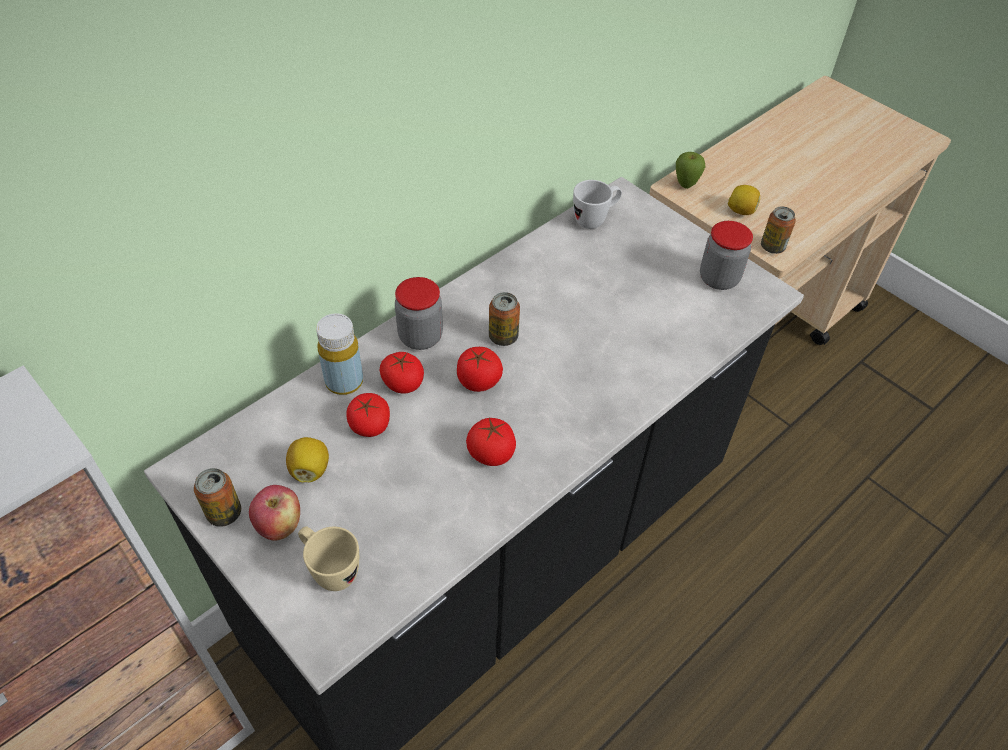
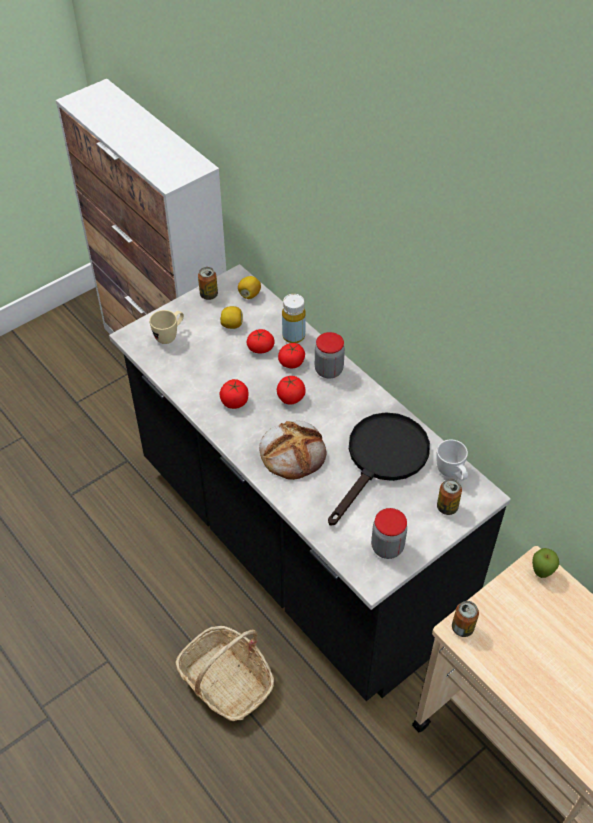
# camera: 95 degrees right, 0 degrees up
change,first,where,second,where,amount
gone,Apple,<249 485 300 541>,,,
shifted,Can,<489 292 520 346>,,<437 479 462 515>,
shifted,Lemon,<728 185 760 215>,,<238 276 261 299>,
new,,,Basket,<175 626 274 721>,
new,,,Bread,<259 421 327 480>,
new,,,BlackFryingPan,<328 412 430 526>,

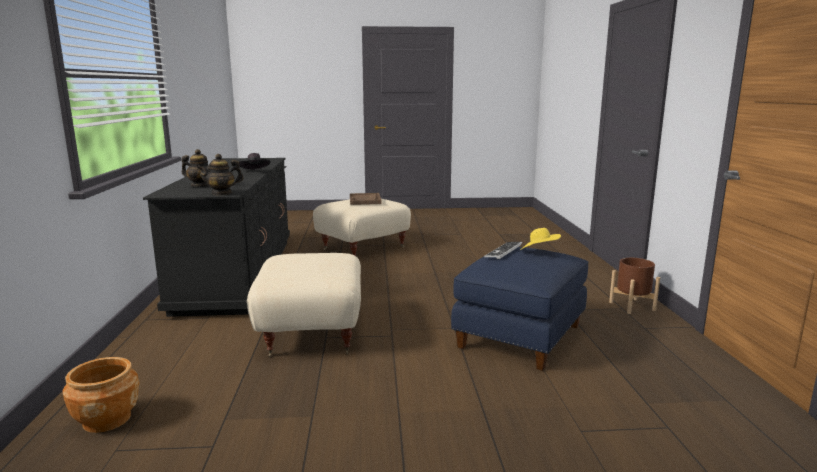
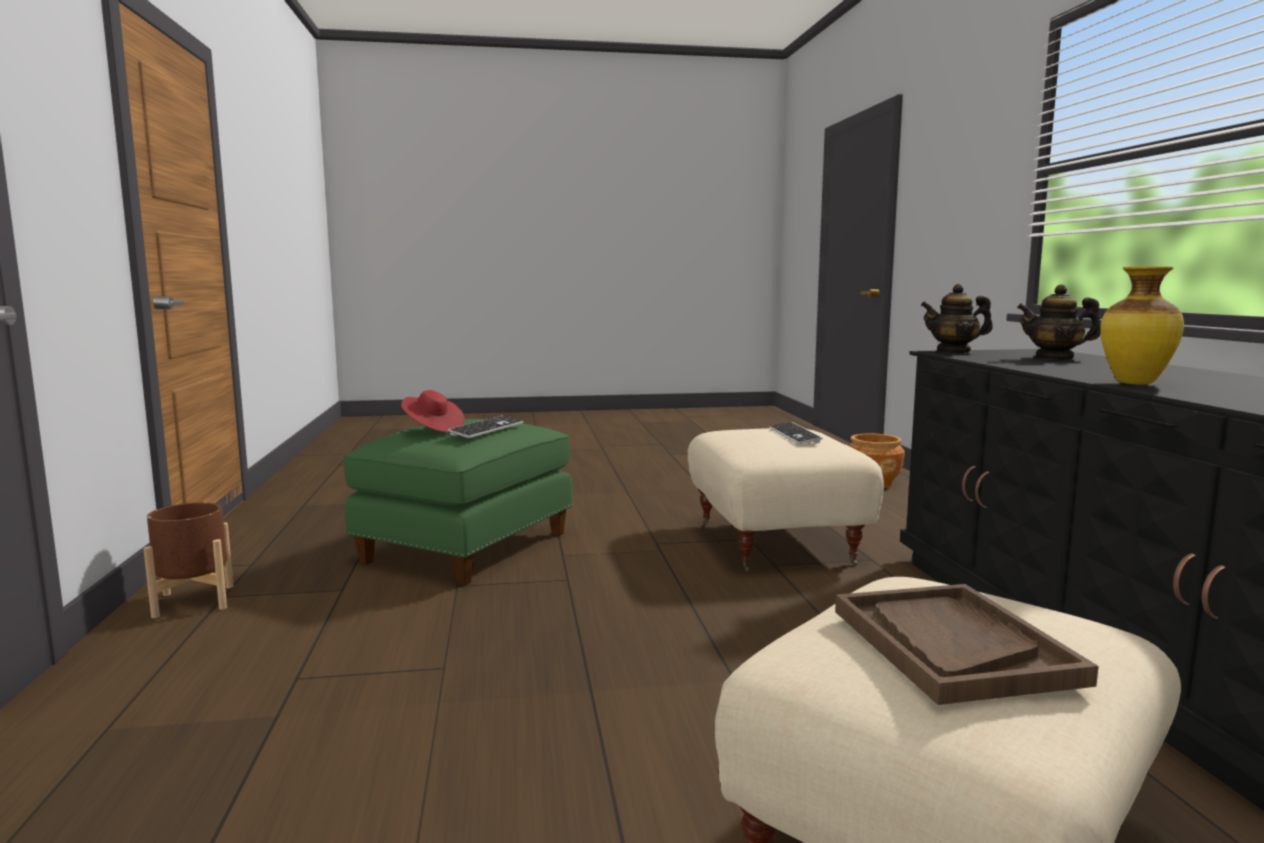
# camera: 175 degrees right, 5 degrees down
change,first,where,second,where,amount
rotated,Teapot,<197 154 243 195>,,<921 284 993 353>,150 degrees counterclockwise
swapped,BlackHat,<238 153 270 170>,Vase,<1100 266 1184 385>,
repainted,BlueOttoman,<451 247 588 371>,GreenOttoman,<344 419 572 586>,
repainted,YellowHat,<520 228 561 250>,RedHat,<401 390 465 433>,
new,,,Keyboard,<769 422 823 444>,

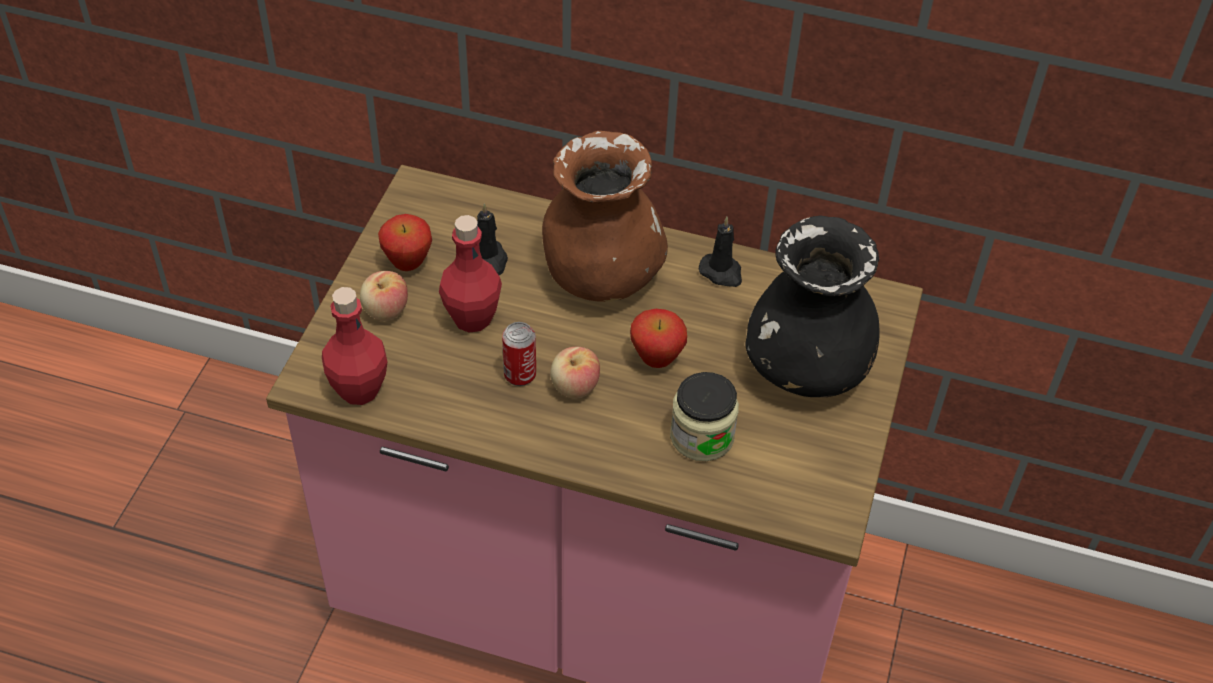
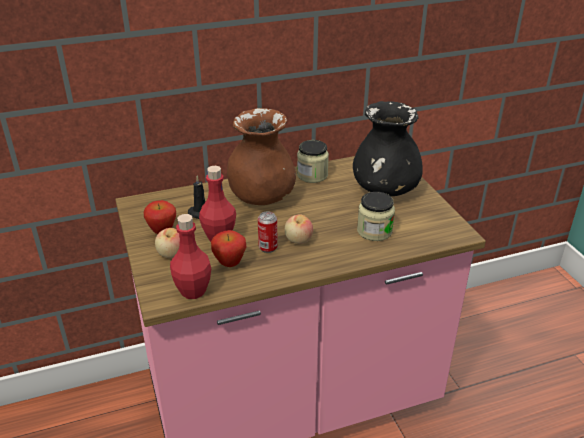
# camera: 35 degrees left, 15 degrees down
change,first,where,second,where,amount
shifted,Apple,<630 309 687 368>,,<211 230 246 267>,
swapped,BlackCandle,<699 217 742 287>,Jar,<297 140 329 183>,

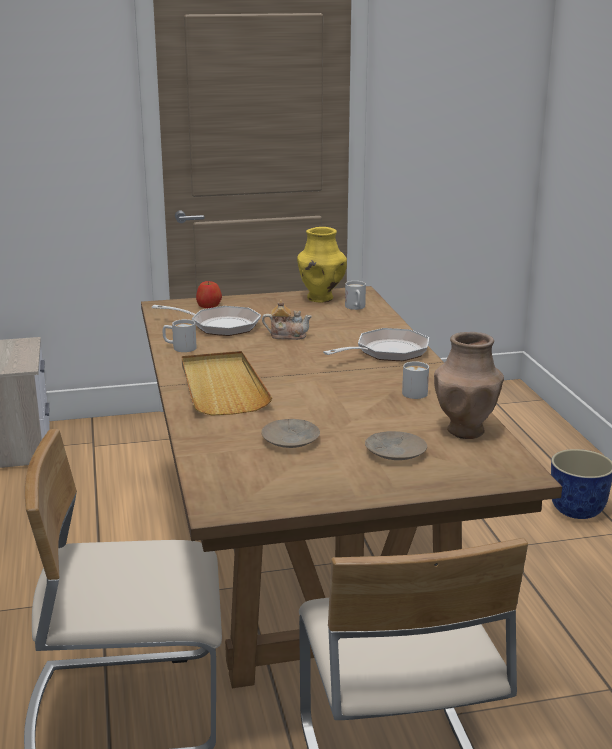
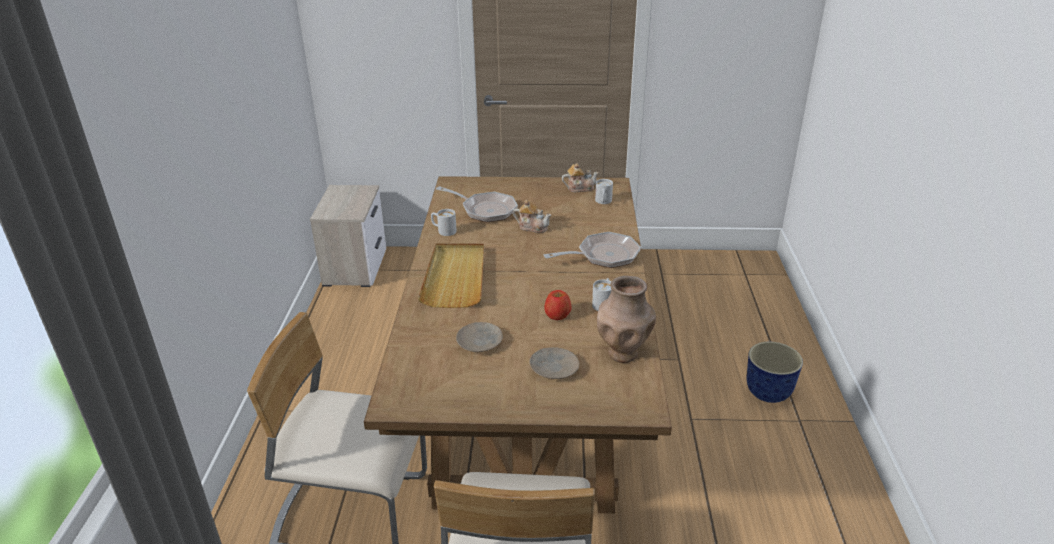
# camera: 15 degrees right, 10 degrees up
change,first,where,second,where,amount
shifted,Apple,<196 281 222 308>,,<544 290 572 320>,
swapped,YellowVase,<297 227 347 302>,Teapot,<562 163 599 192>,

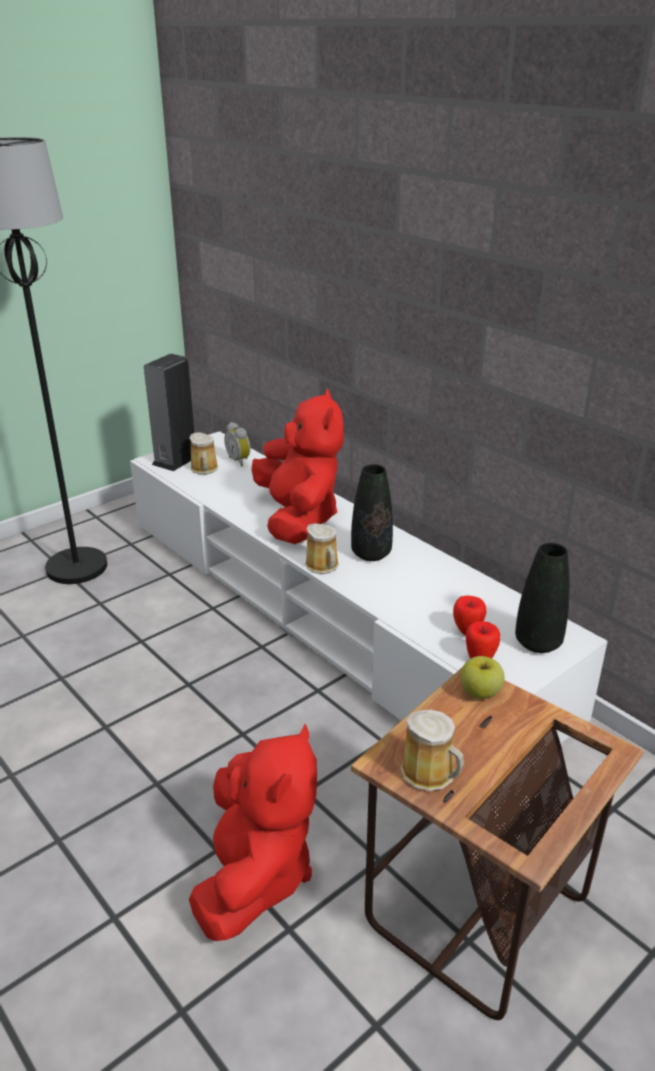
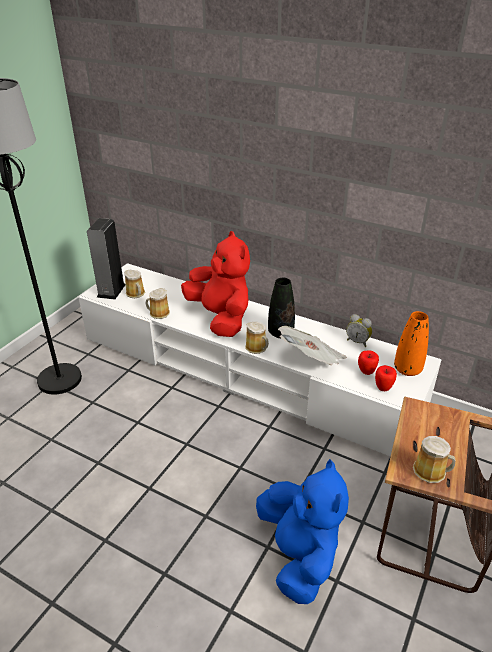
# camera: 20 degrees left, 5 degrees up
change,first,where,second,where,amount
repainted,RedPlushToy,<189 724 317 941>,BluePlushToy,<256 459 349 604>,
shifted,AlarmClock,<224 422 250 467>,,<346 314 372 347>,
gone,Apple,<461 656 505 699>,,,
repainted,BlackVase,<515 543 570 653>,OrangeVase,<394 311 429 376>,
new,,,Mug,<146 288 170 319>,
new,,,Newspaper,<278 326 347 366>,

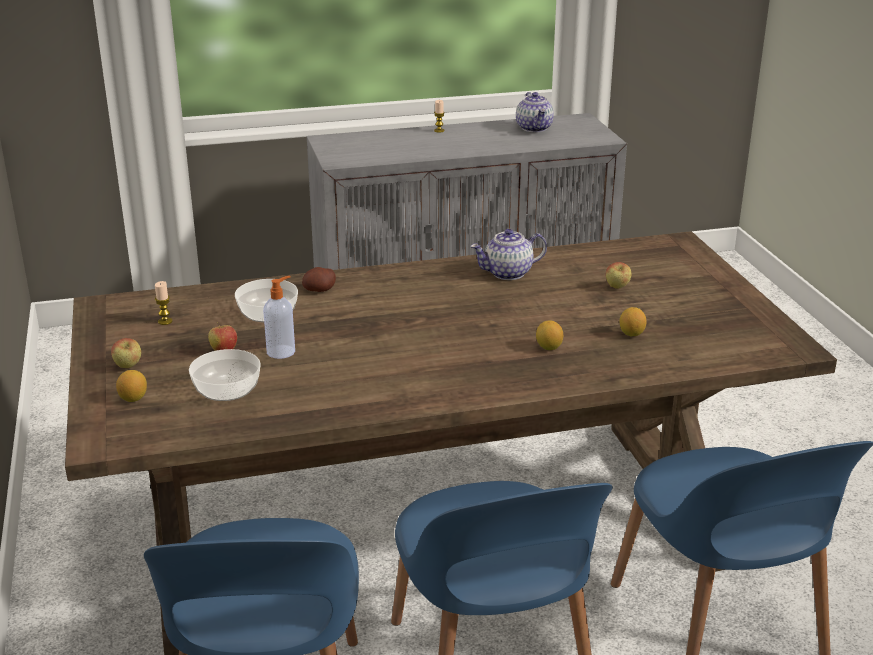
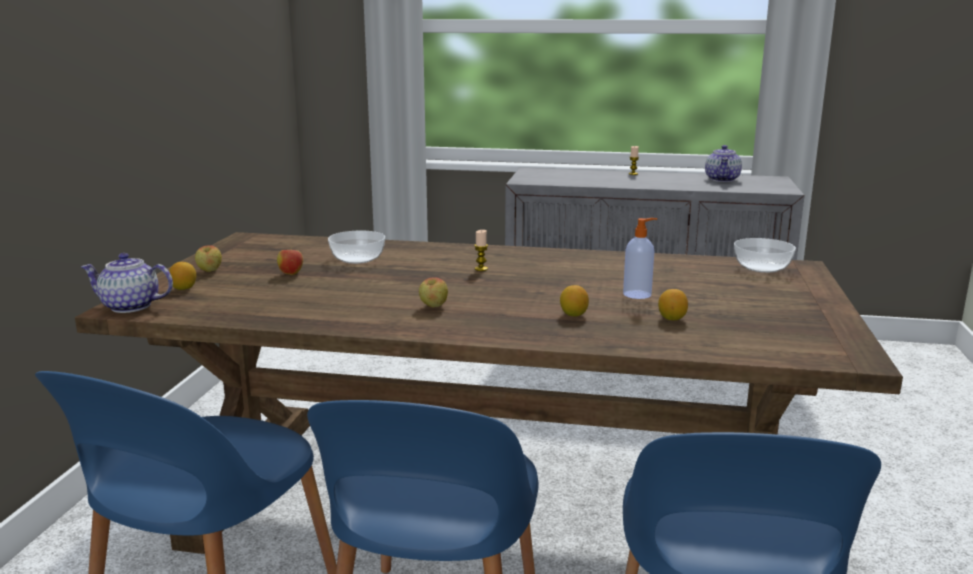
# camera: 25 degrees right, 10 degrees down
change,first,where,second,where,amount
shifted,Candle,<155 281 173 325>,,<474 230 488 271>,
shifted,Bowl,<189 349 261 401>,,<734 238 796 273>,
shifted,SoapDispenser,<263 276 295 359>,,<623 218 657 299>,
gone,Potato,<302 267 336 292>,,,
shifted,Teapot,<471 229 547 280>,,<81 253 173 313>,
shifted,Apple,<606 262 631 289>,,<419 277 448 308>,

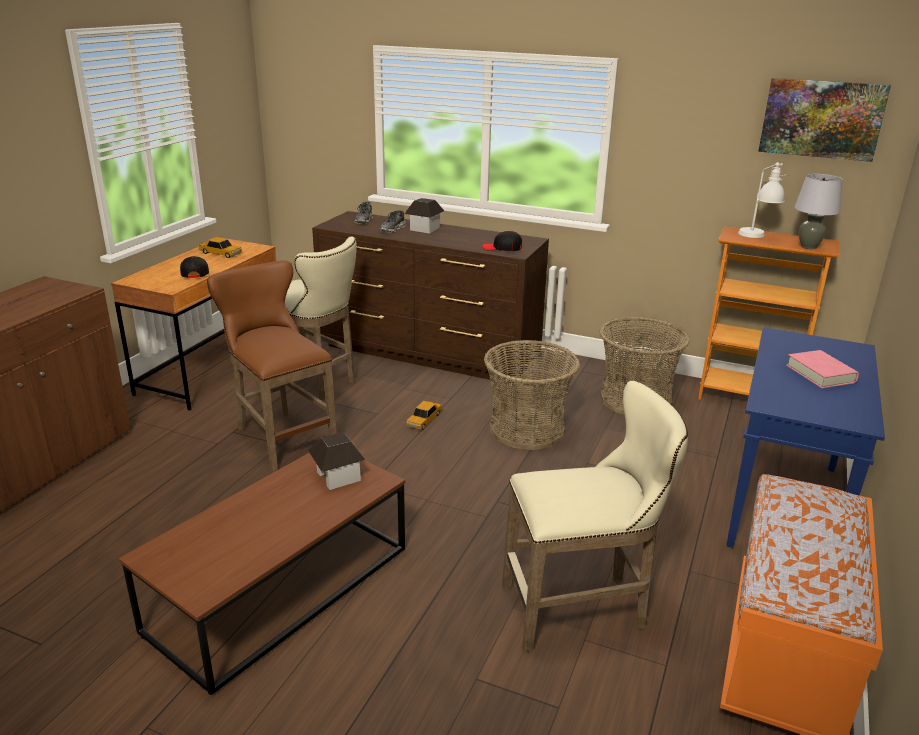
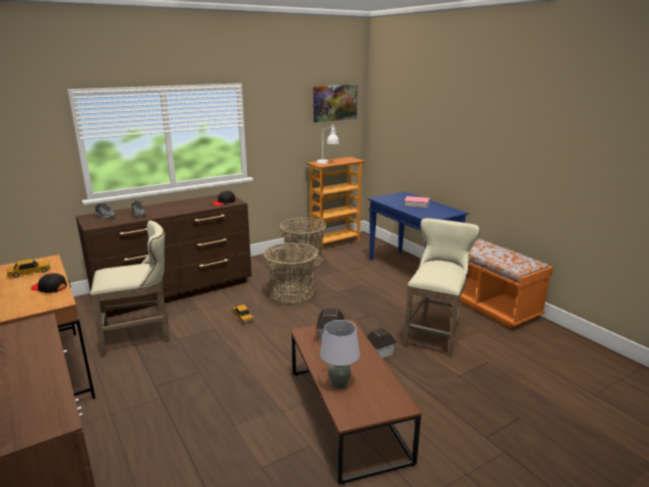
# camera: 55 degrees left, 5 degrees down
change,first,where,second,where,amount
gone,BrownStool,<207 261 337 472>,,,
shifted,ToyHouse,<404 198 444 234>,,<366 328 397 358>,
shifted,GreyTableLamp,<795 174 843 249>,,<320 320 360 389>,

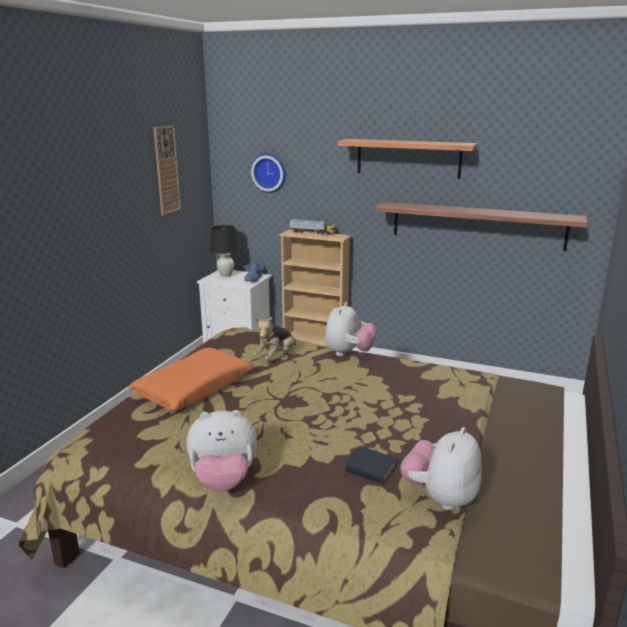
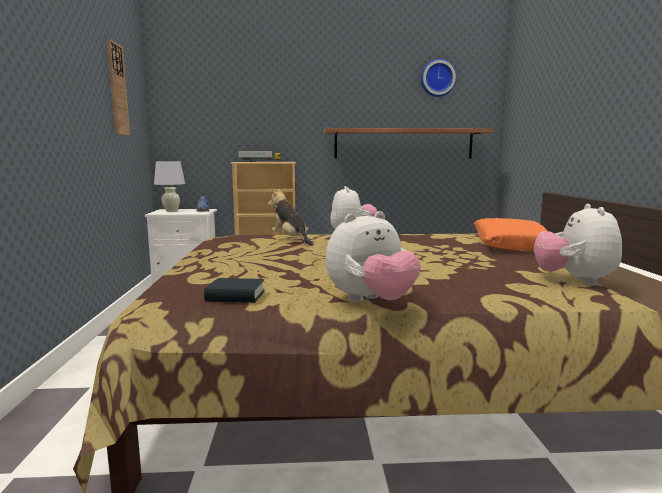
# camera: 25 degrees left, 10 degrees down
change,first,where,second,where,amount
shifted,OrangePillow,<128 348 252 411>,,<474 218 547 251>,
repainted,BlackTableLamp,<210 225 240 277>,WhiteTableLamp,<154 161 185 212>,
shifted,WallClock,<251 153 286 193>,,<421 59 456 97>,
rotated,PlushToy,<253 317 296 360>,,<268 188 314 246>,135 degrees clockwise
gone,Shelf,<338 139 477 179>,,,
shifted,Book,<345 446 397 484>,,<204 278 265 303>,

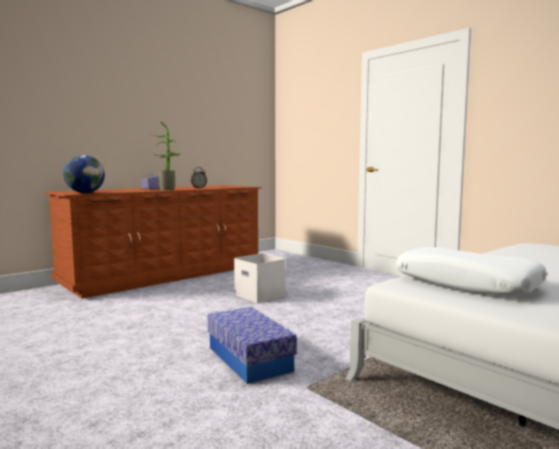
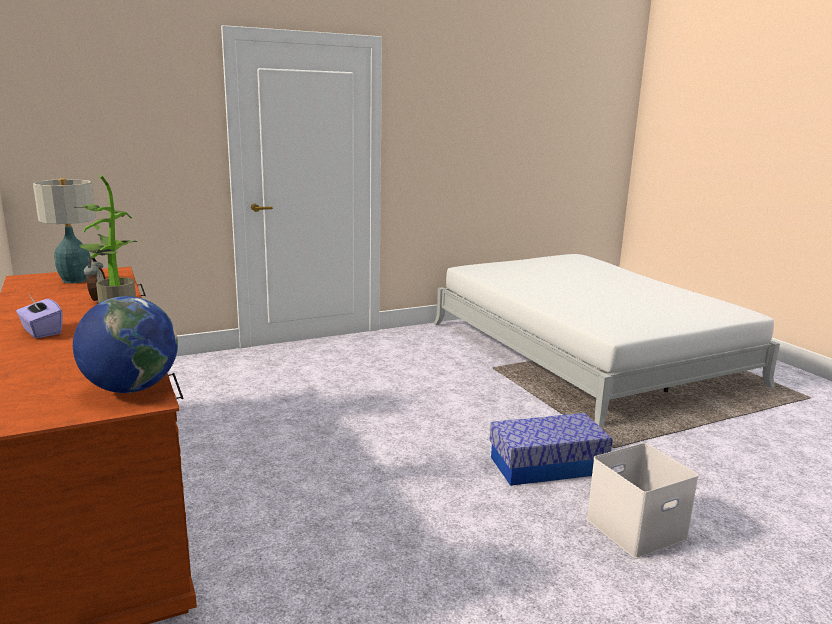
# camera: 75 degrees left, 10 degrees up
change,first,where,second,where,amount
shifted,WhiteStorageBox,<234 253 286 303>,,<586 443 699 559>,
gone,WhitePillow,<396 247 546 295>,,,
new,,,TableLamp,<33 178 96 283>,

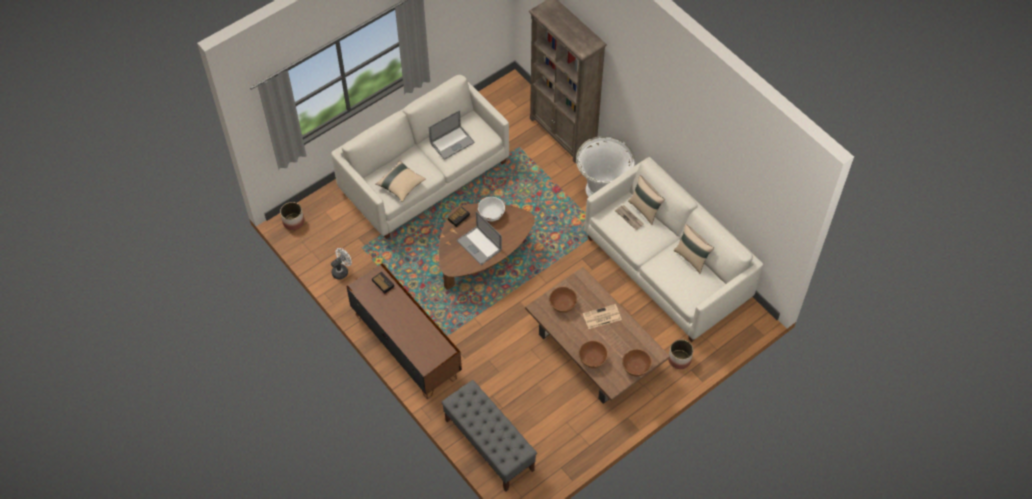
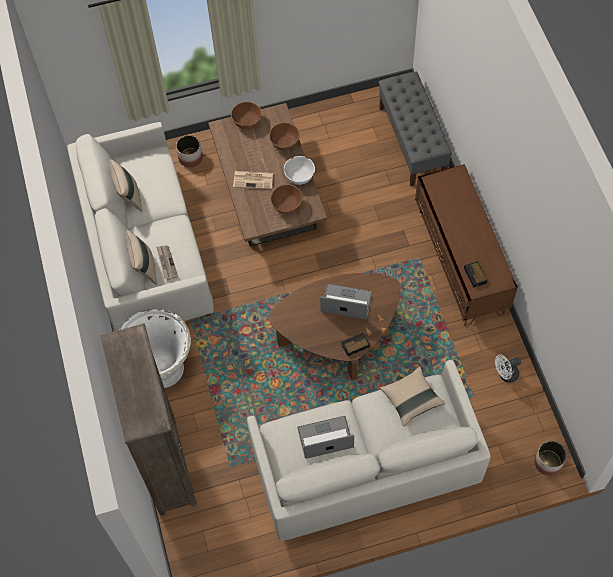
# camera: 155 degrees left, 5 degrees up
change,first,where,second,where,amount
rotated,Laptop,<457 211 502 265>,,<320 284 372 319>,60 degrees counterclockwise
shifted,WhiteBowl,<478 197 505 221>,,<284 156 315 185>,

